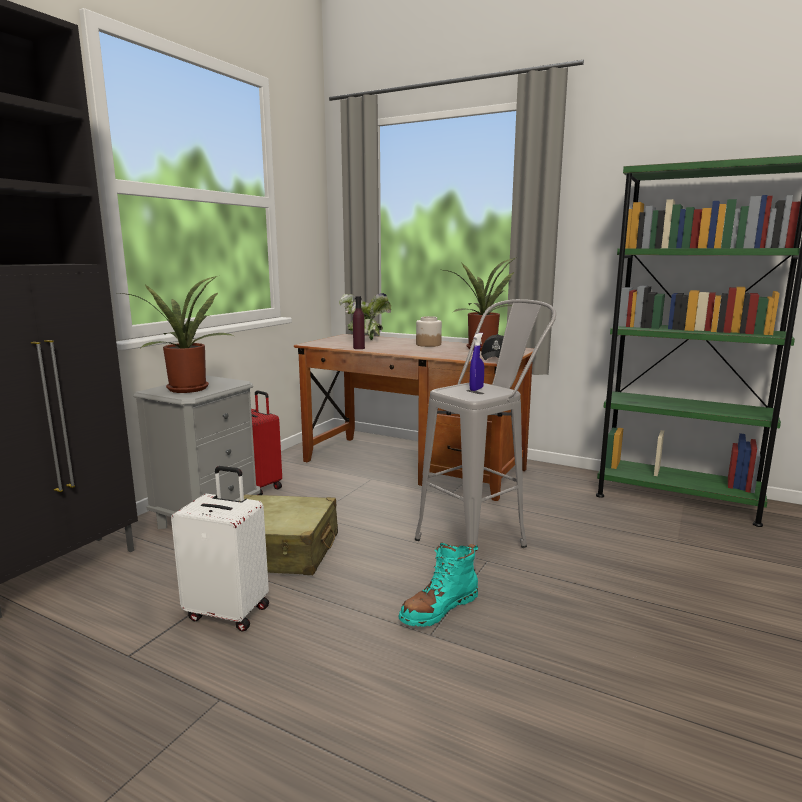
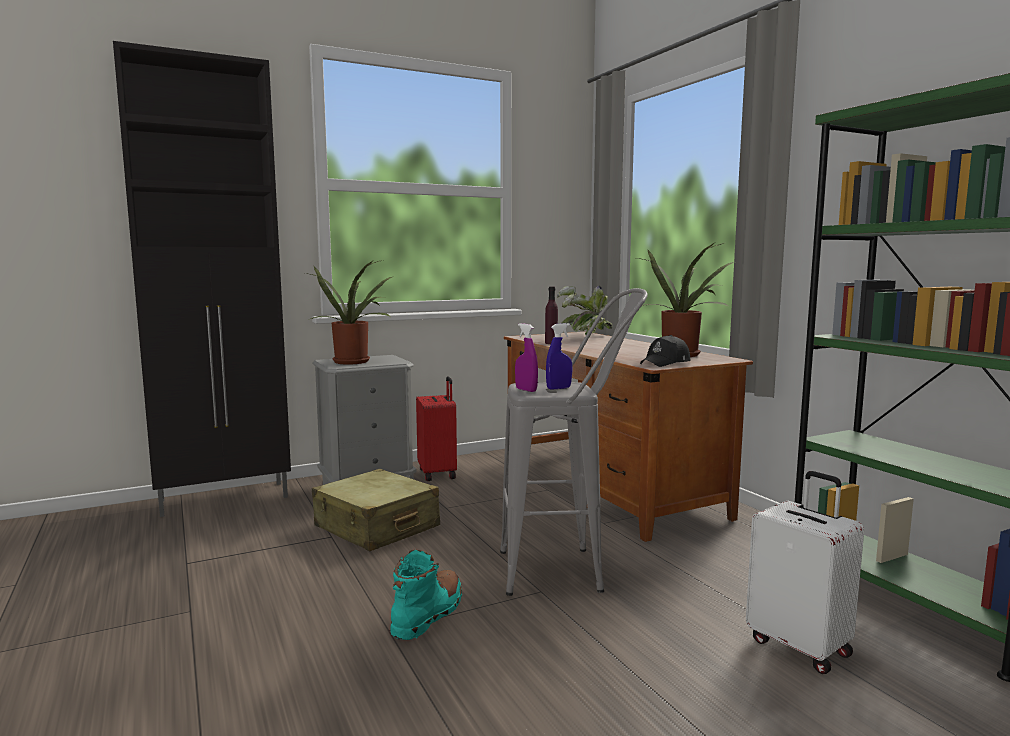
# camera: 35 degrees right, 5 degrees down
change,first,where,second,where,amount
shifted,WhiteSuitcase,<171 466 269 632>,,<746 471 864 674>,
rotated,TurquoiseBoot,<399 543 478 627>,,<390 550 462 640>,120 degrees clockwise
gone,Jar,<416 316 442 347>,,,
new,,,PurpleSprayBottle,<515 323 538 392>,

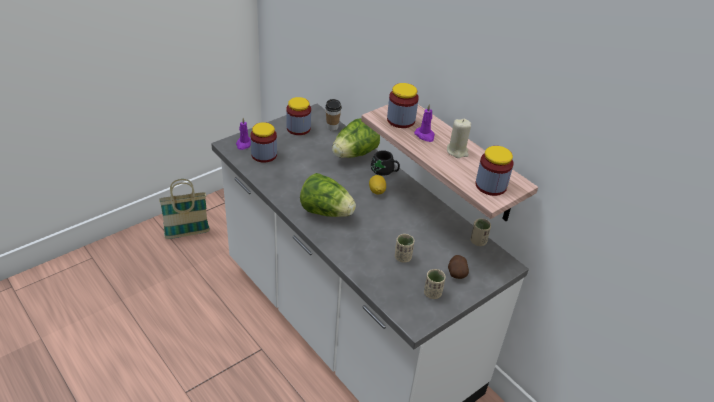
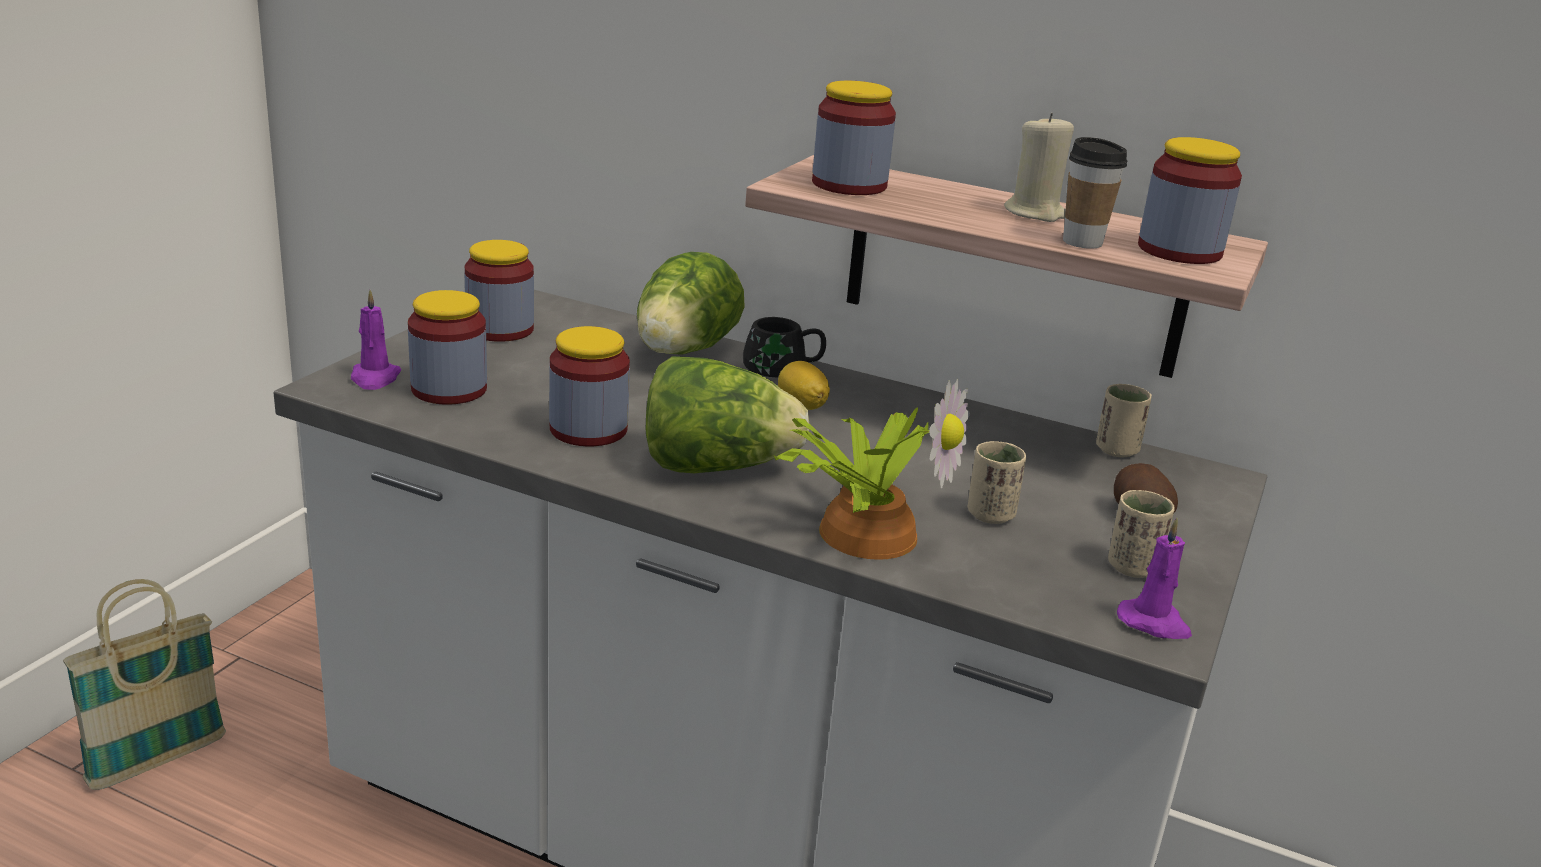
# camera: 25 degrees left, 15 degrees down
change,first,where,second,where,amount
shifted,Cup,<325 99 342 131>,,<1063 137 1127 249>,
shifted,PurpleCandle,<414 104 435 142>,,<1117 518 1192 639>,
new,,,Jar,<549 326 630 446>,
new,,,PottedPlant,<774 379 970 560>,

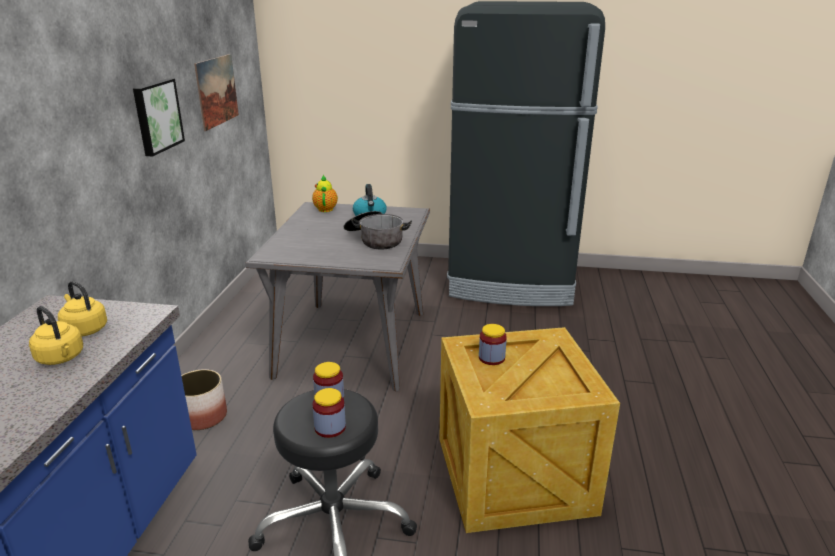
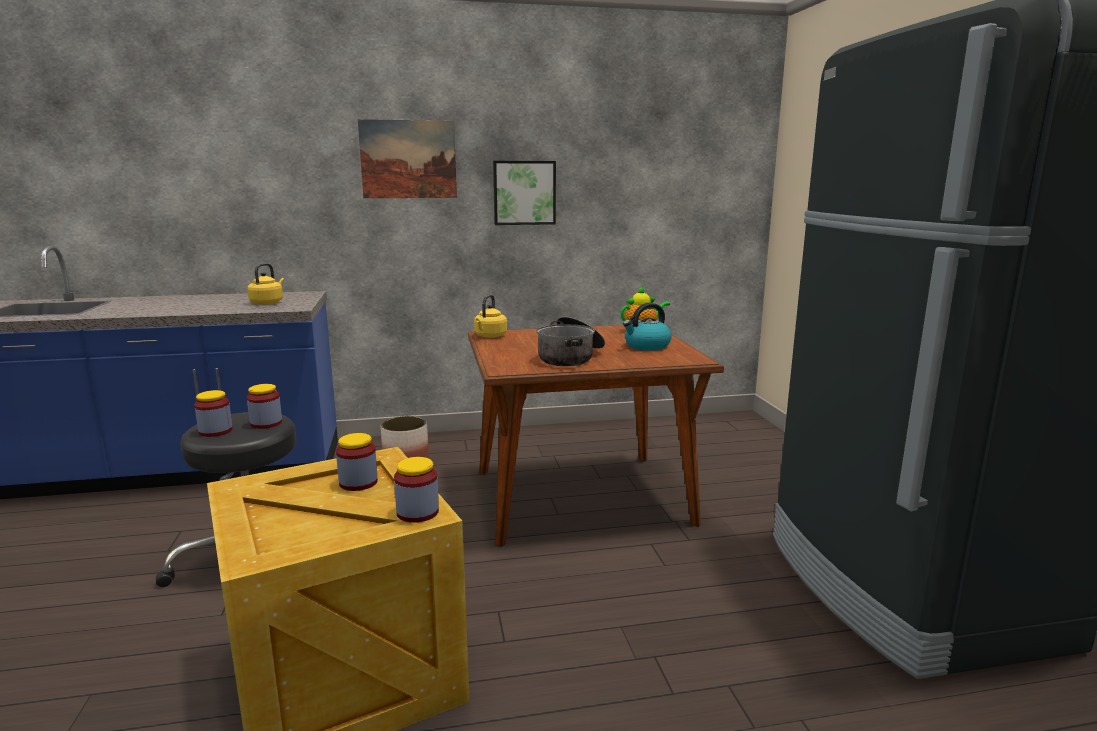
# camera: 70 degrees right, 10 degrees down
change,first,where,second,where,amount
shifted,YellowKettle,<29 306 83 365>,,<474 295 507 338>,
shifted,Picture,<194 54 239 131>,,<358 119 457 198>,
repainted,GreyDiningTable,<245 202 430 391>,BrownDiningTable,<468 325 724 547>,
new,,,Jar,<394 457 439 523>,

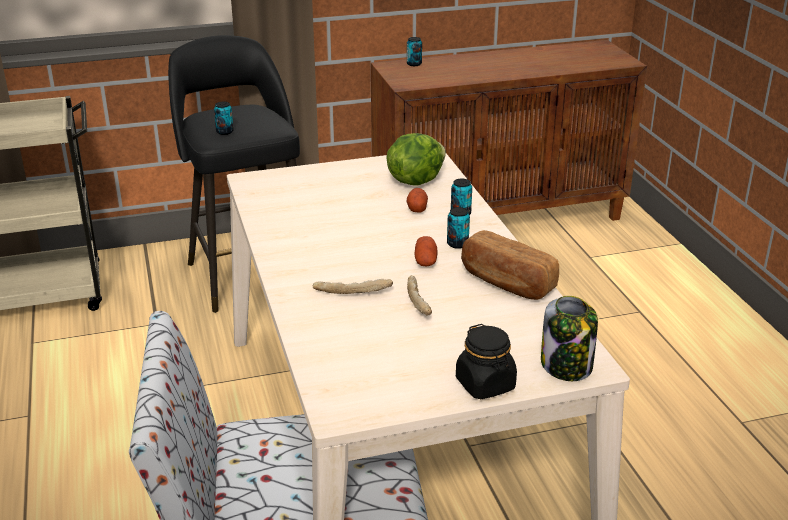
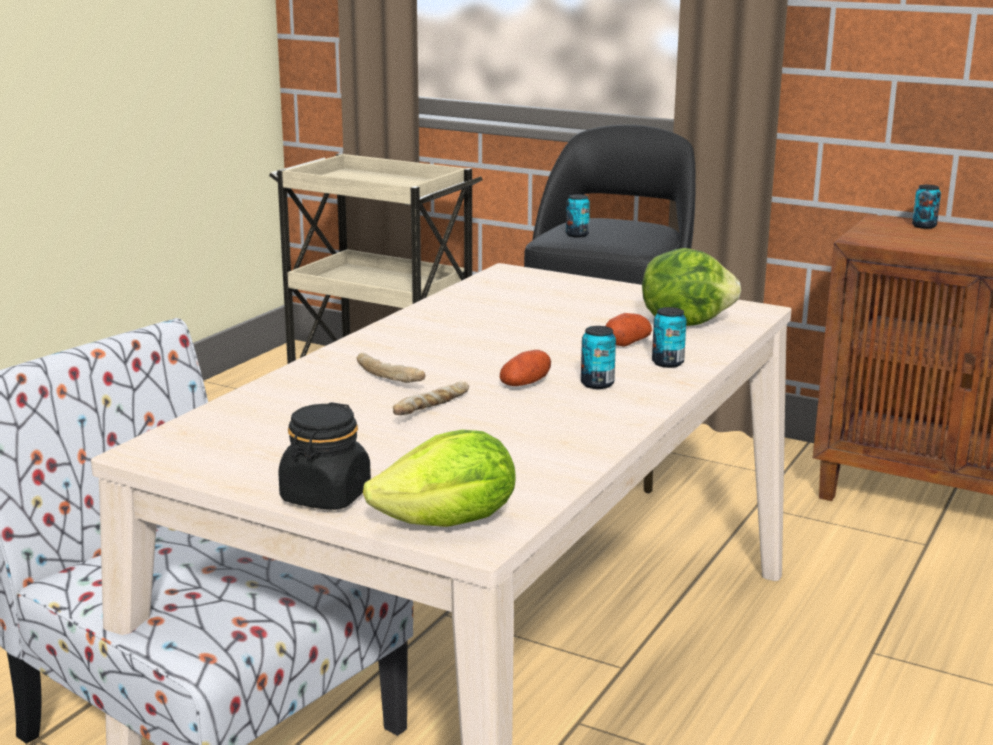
# camera: 45 degrees right, 10 degrees down
change,first,where,second,where,amount
gone,Bread,<461 230 559 300>,,,
swapped,Jar,<541 296 598 381>,Lettuce,<363 430 516 527>,

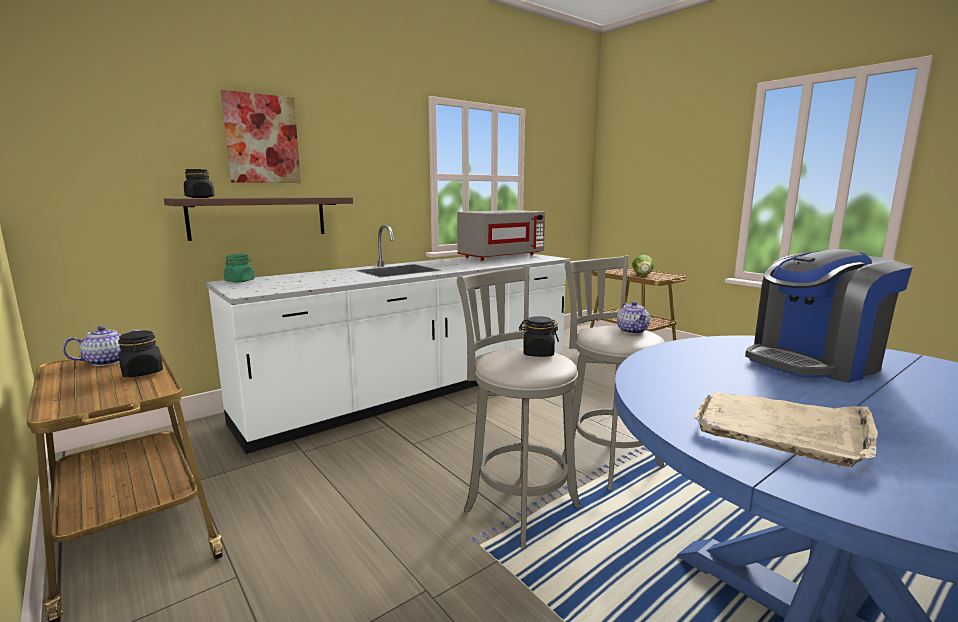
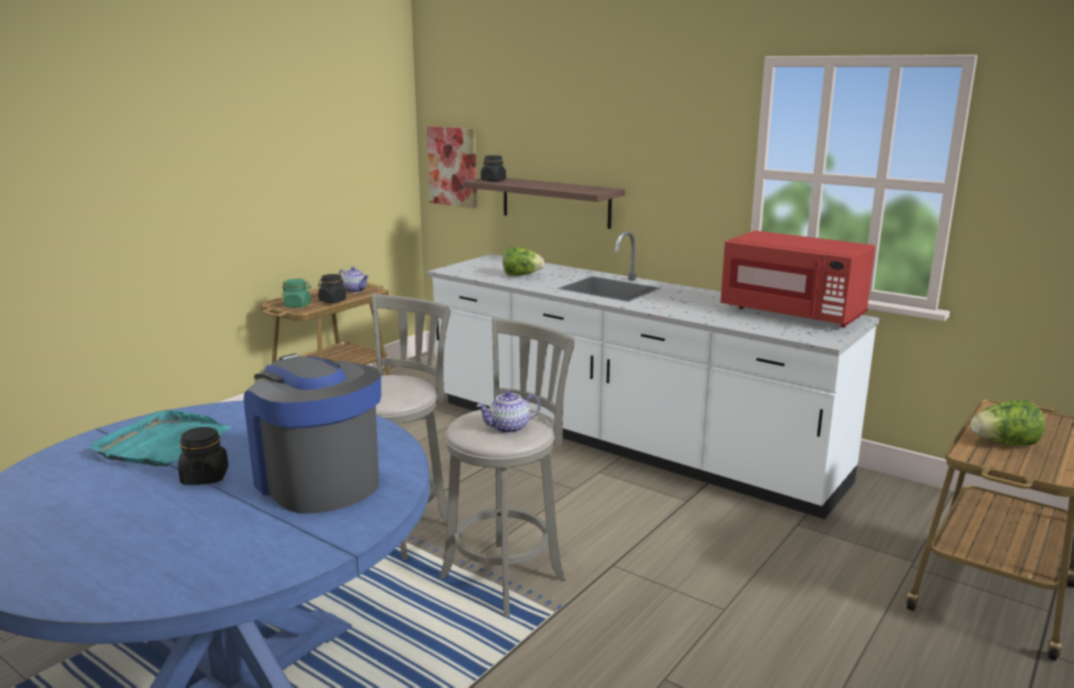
# camera: 75 degrees right, 5 degrees up
change,first,where,second,where,amount
shifted,Picture,<221 90 301 183>,,<427 126 477 208>,
shifted,GreenJar,<224 254 255 282>,,<282 279 311 308>,
repainted,GreyMicrowave,<457 210 545 260>,RedMicrowave,<720 231 875 328>,
shifted,BlackJar,<519 316 559 357>,,<178 427 228 485>,
repainted,BeigeTray,<694 392 878 467>,TurquoiseTray,<90 410 232 466>,
new,,,Lettuce,<503 247 544 276>,

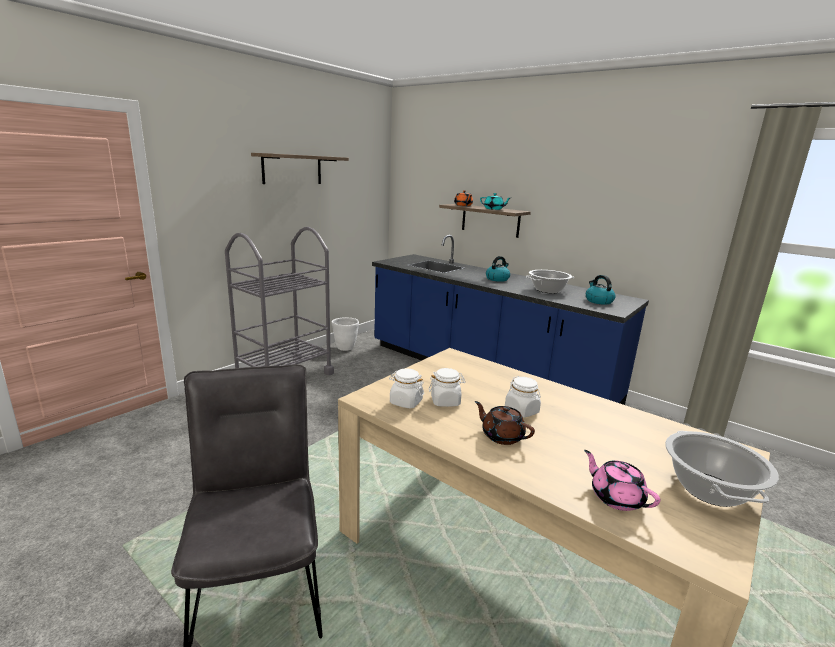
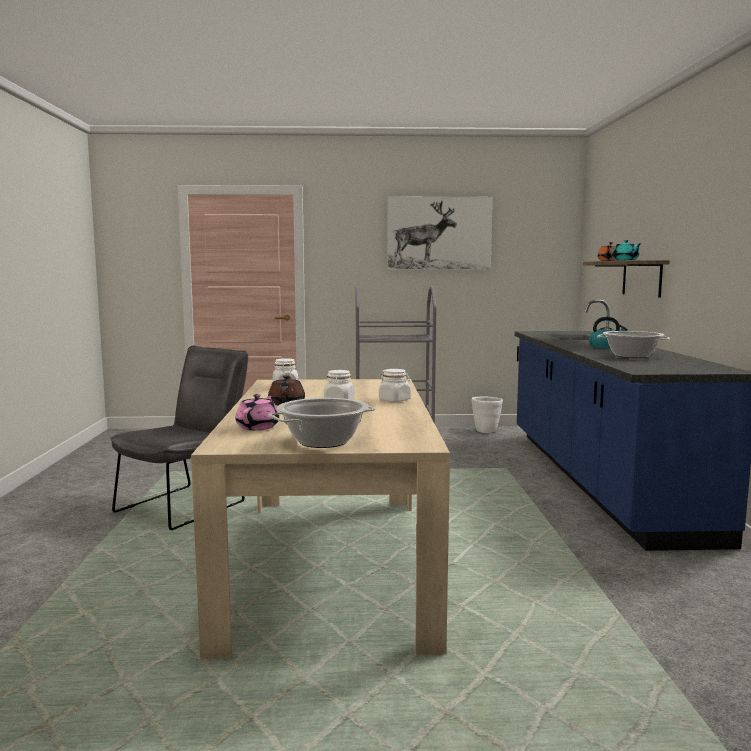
# camera: 50 degrees right, 10 degrees down
change,first,where,second,where,amount
swapped,Shelf,<251 153 349 184>,Picture,<387 197 493 269>,
shifted,WhiteJar,<429 368 466 407>,,<379 369 411 402>,
gone,Kettle,<586 275 616 305>,,,

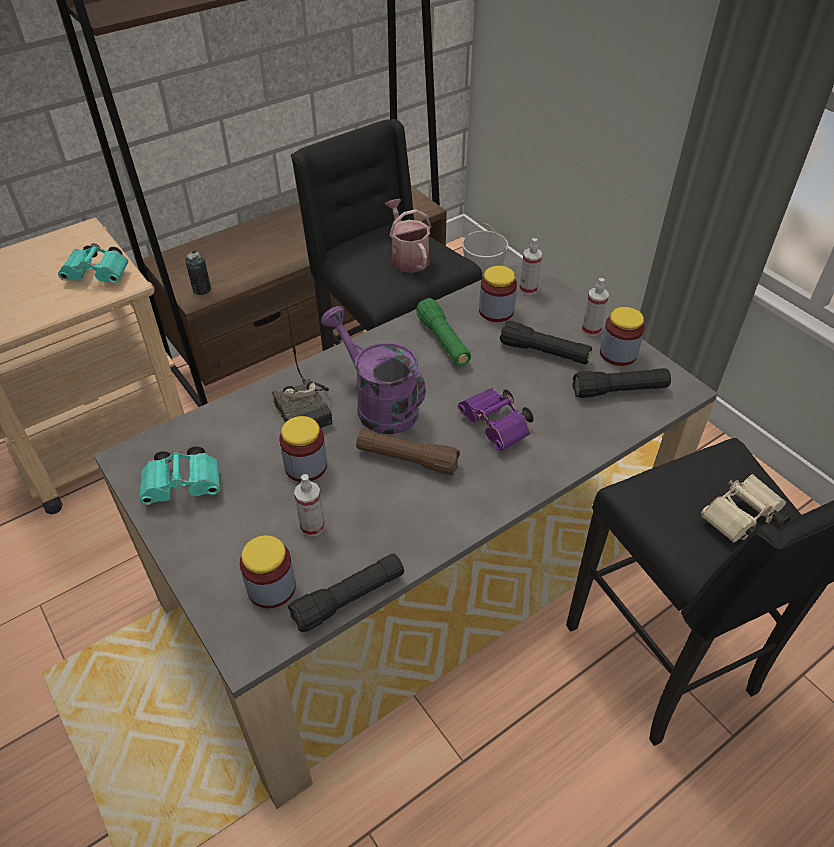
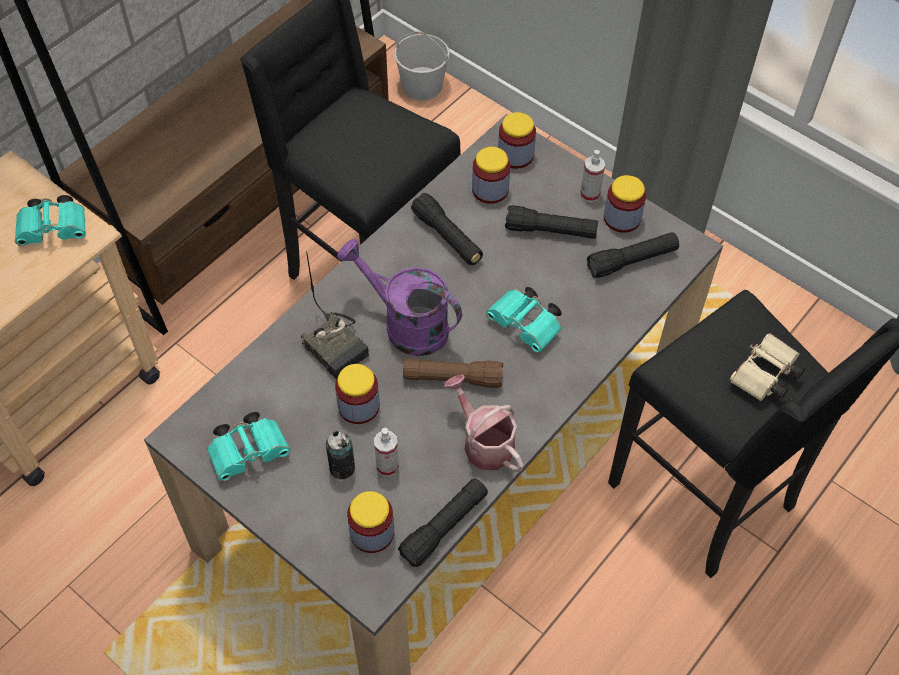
# camera: 15 degrees left, 10 degrees up
change,first,where,second,where,amount
shifted,Can,<186 251 211 295>,,<326 431 355 479>,
shifted,WateringCan,<385 199 431 273>,,<444 375 524 472>,
repainted,GreenFlashlight,<416 298 471 366>,BlackFlashlight,<411 193 483 265>,
repainted,PurpleBinoculars,<458 388 534 451>,TurquoiseBinoculars,<486 287 562 352>,
swapped,SprayBottle,<519 238 543 295>,Jar,<498 112 536 169>,

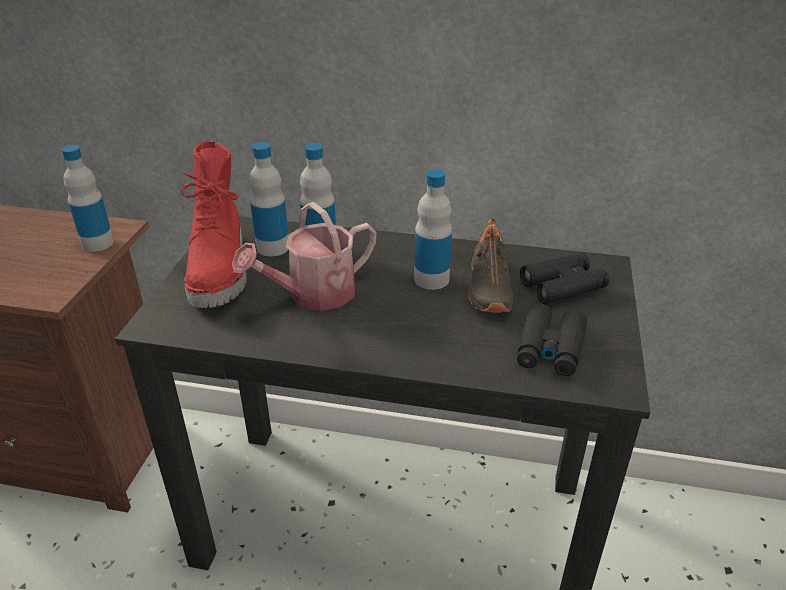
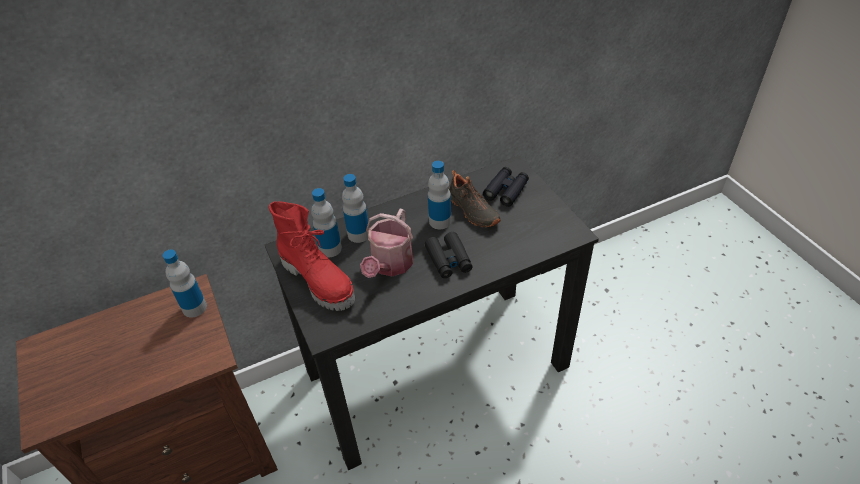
# camera: 35 degrees left, 10 degrees up
change,first,where,second,where,amount
shifted,BlackBinoculars,<517 303 587 376>,,<425 232 473 278>,

